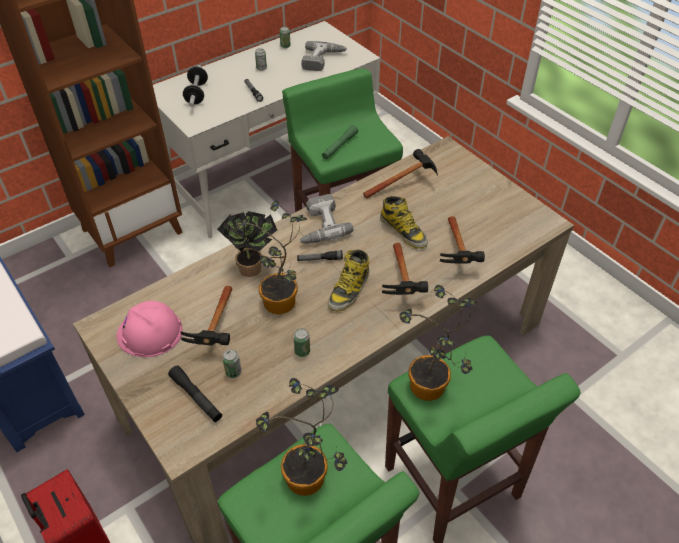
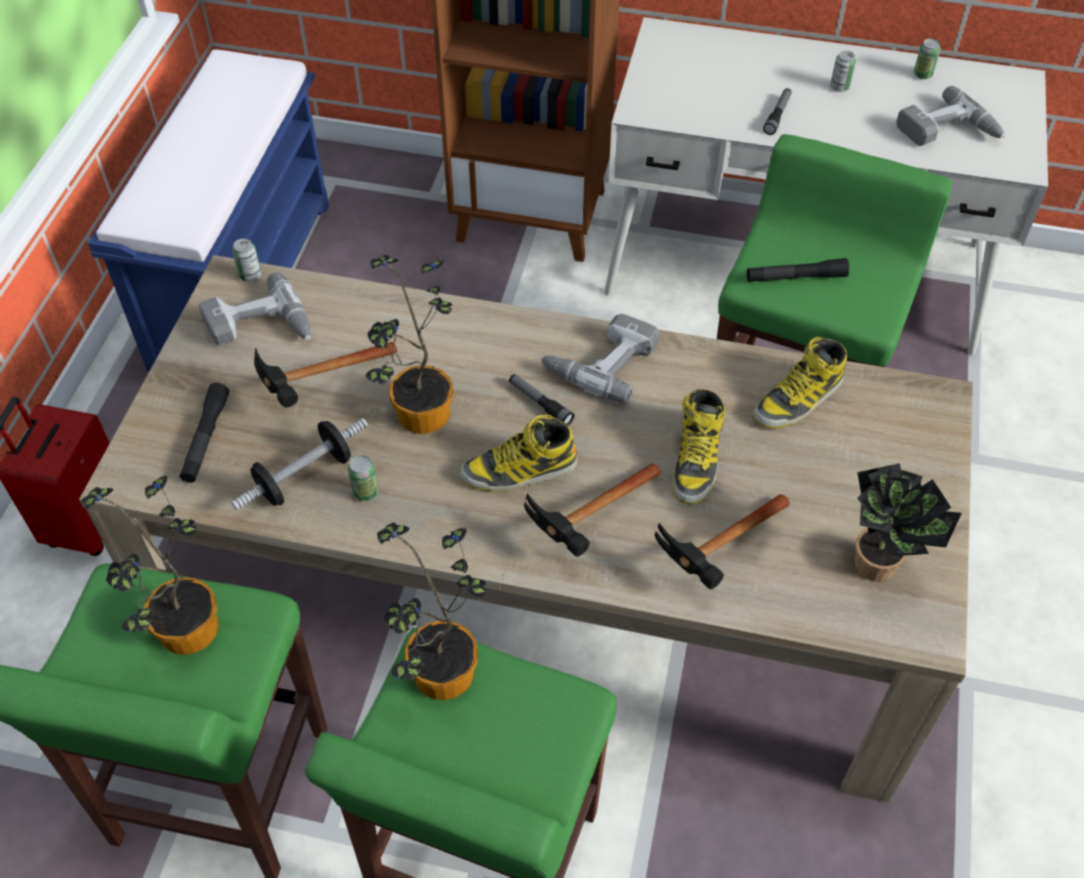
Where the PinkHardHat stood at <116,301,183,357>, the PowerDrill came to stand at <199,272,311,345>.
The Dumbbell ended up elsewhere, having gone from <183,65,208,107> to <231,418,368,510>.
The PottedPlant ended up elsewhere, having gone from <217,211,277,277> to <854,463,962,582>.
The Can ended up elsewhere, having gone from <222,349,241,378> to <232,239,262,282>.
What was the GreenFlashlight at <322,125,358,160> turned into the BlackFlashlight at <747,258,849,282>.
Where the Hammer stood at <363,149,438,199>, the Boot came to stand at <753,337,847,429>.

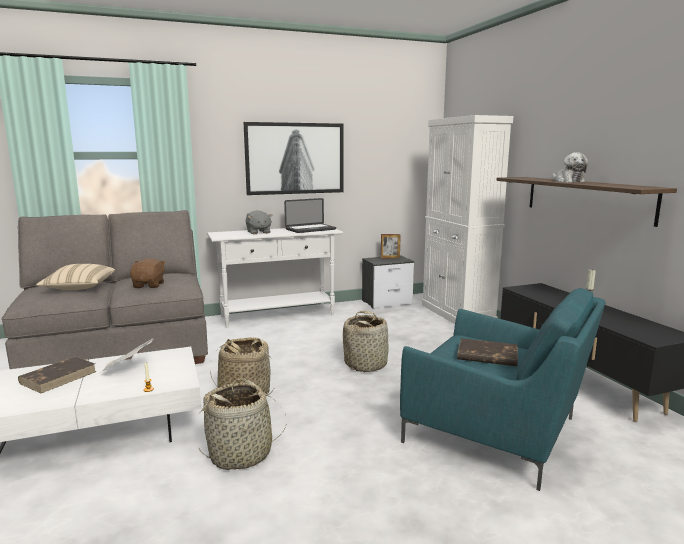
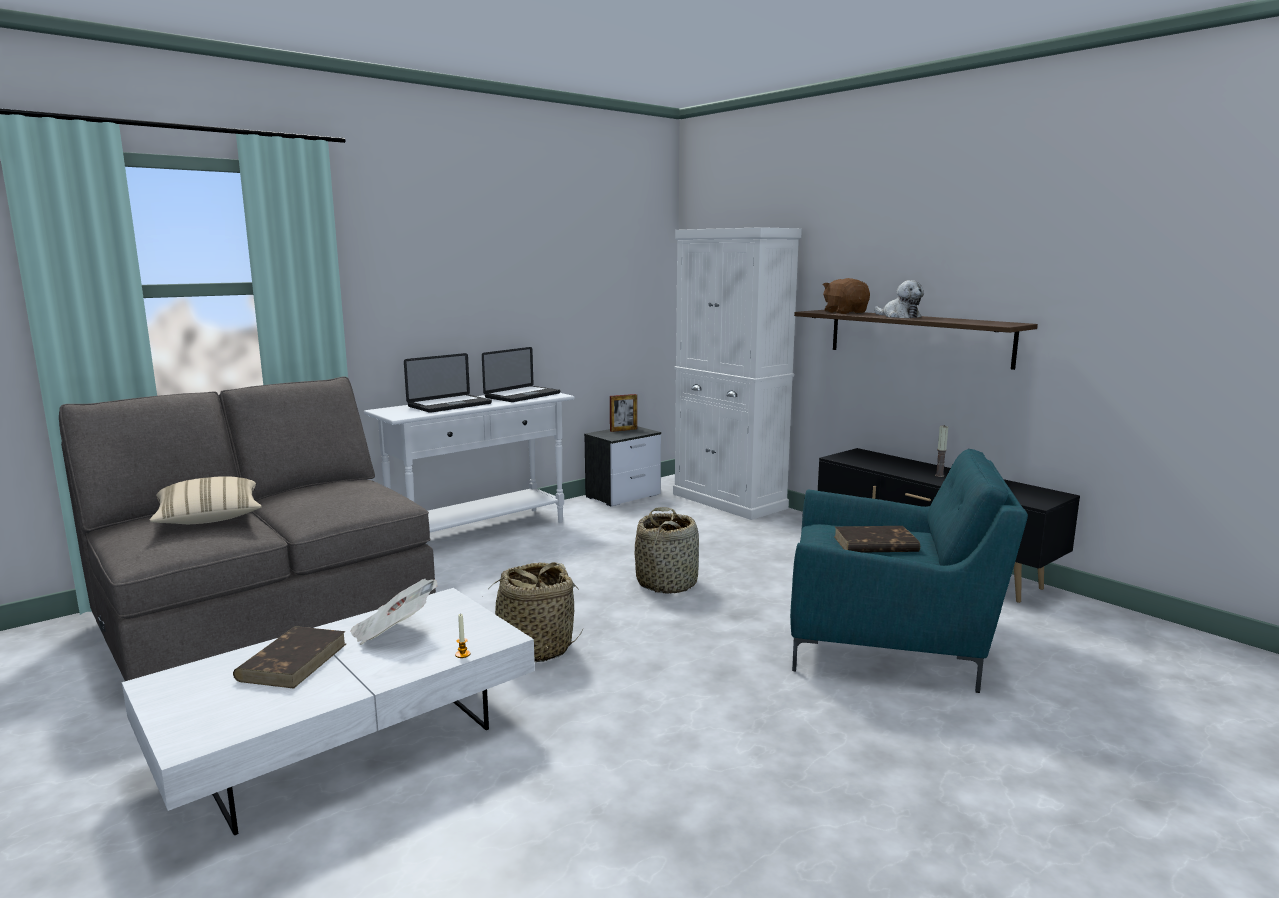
The BrownPlushToy ended up elsewhere, having gone from <130,258,166,288> to <823,278,870,314>.
The second view lost the Basket at <198,378,287,470>.
The second view lost the Picture at <243,122,344,195>.
Where the GreyPlushToy stood at <246,210,273,234>, the Laptop came to stand at <404,353,492,413>.

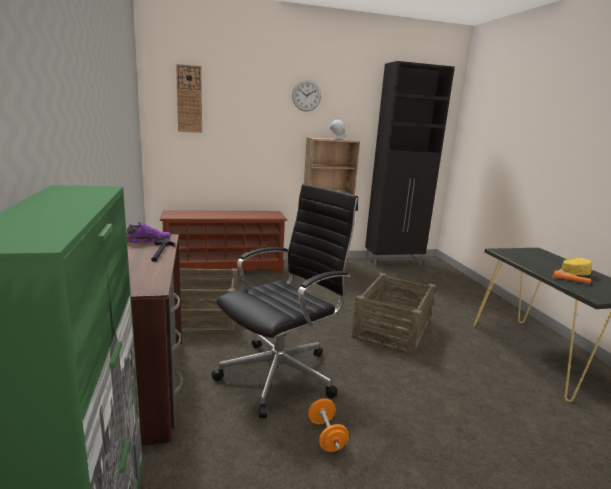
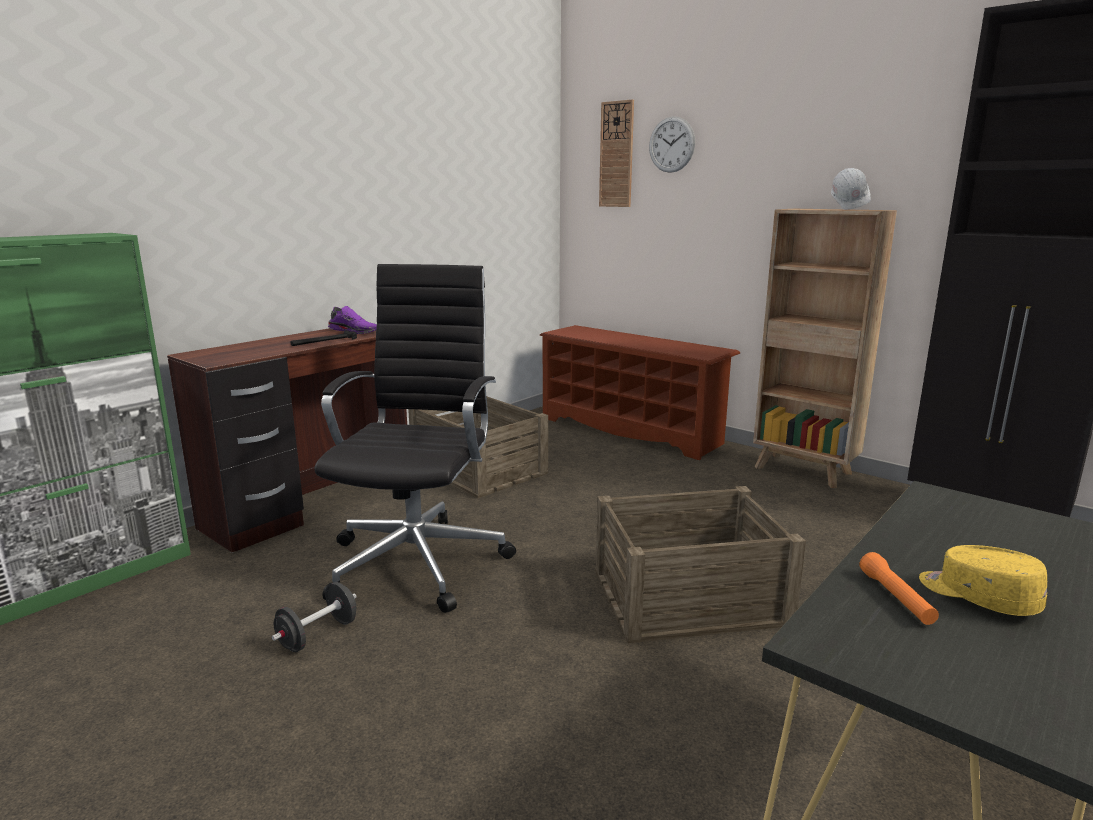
The BlackOfficeChair at <211,184,358,418> ended up facing another way, 90 degrees counterclockwise from before.
The WallClock ended up elsewhere, having gone from <292,80,321,111> to <649,116,695,173>.
What was the OrangeDumbbell at <308,399,349,452> turned into the BlackDumbbell at <272,582,357,652>.

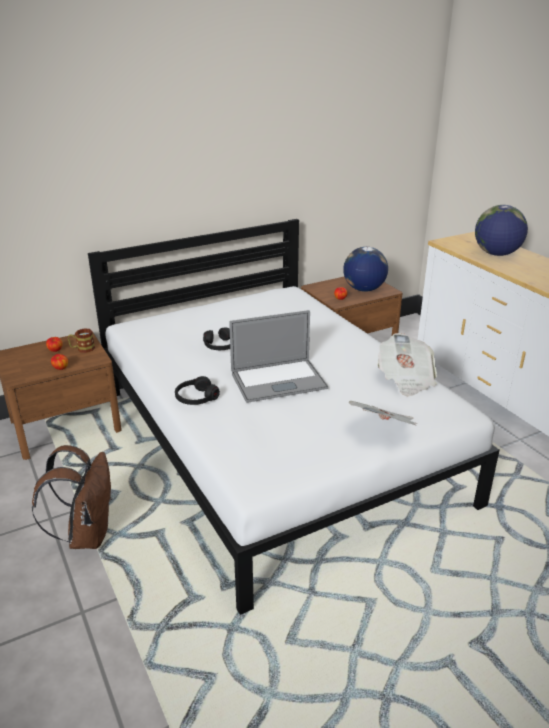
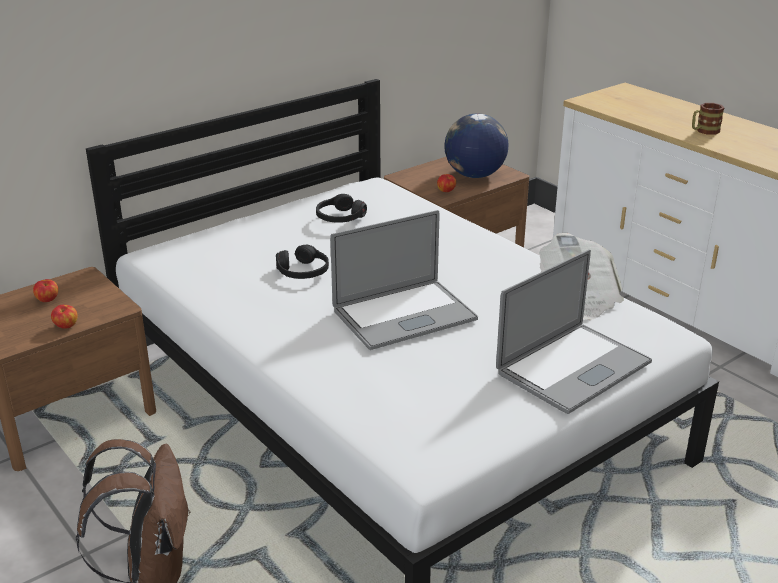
The Mug ended up elsewhere, having gone from <68,328,95,353> to <692,103,724,135>.
The BlackHeadphones ended up elsewhere, having gone from <175,376,220,405> to <316,194,367,223>.
Where the Newspaper stood at <349,401,417,425>, the Laptop came to stand at <496,249,652,414>.
The second view lost the Globe at <475,205,528,256>.

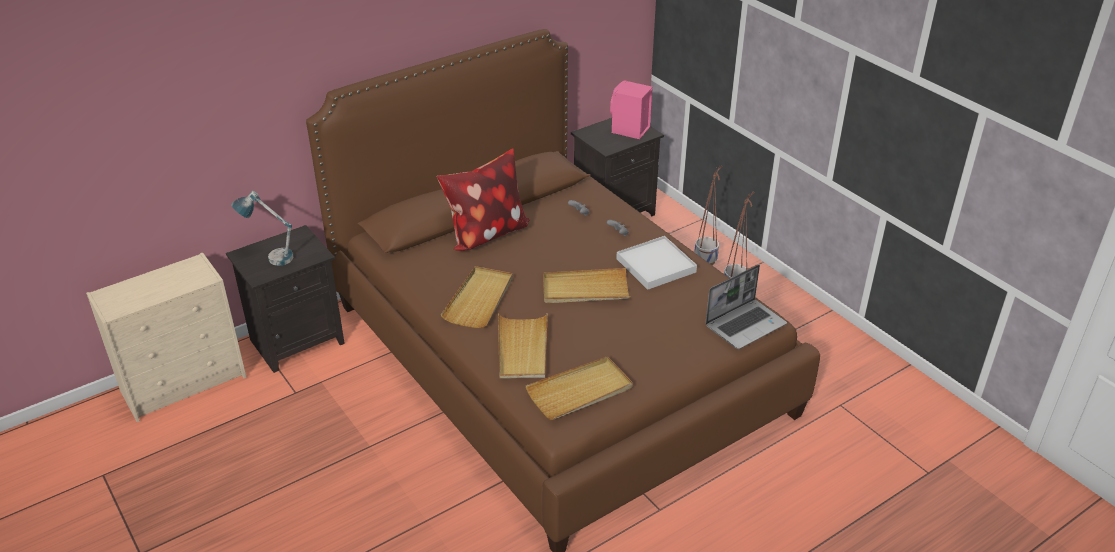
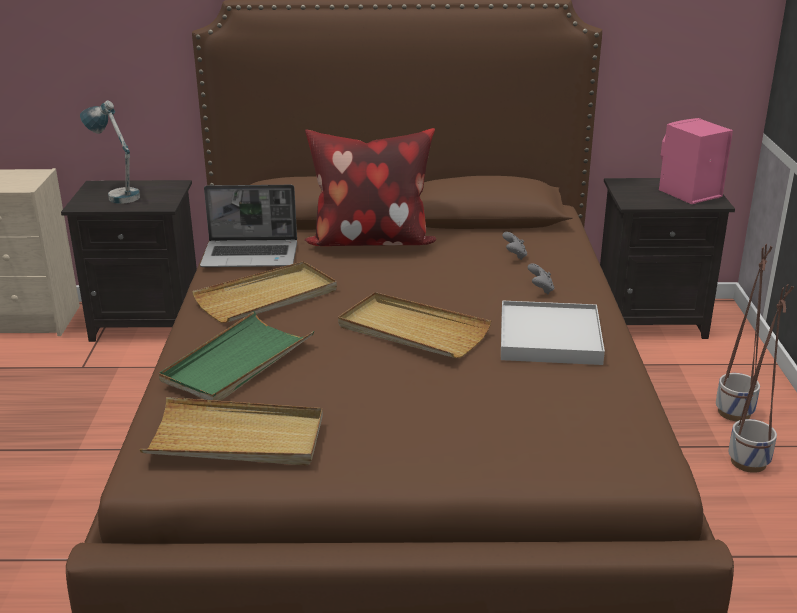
What was the BeigeTray at <498,313,548,379> turned into the GreenTray at <159,311,314,401>.
The Laptop ended up elsewhere, having gone from <705,265,787,349> to <200,185,297,267>.

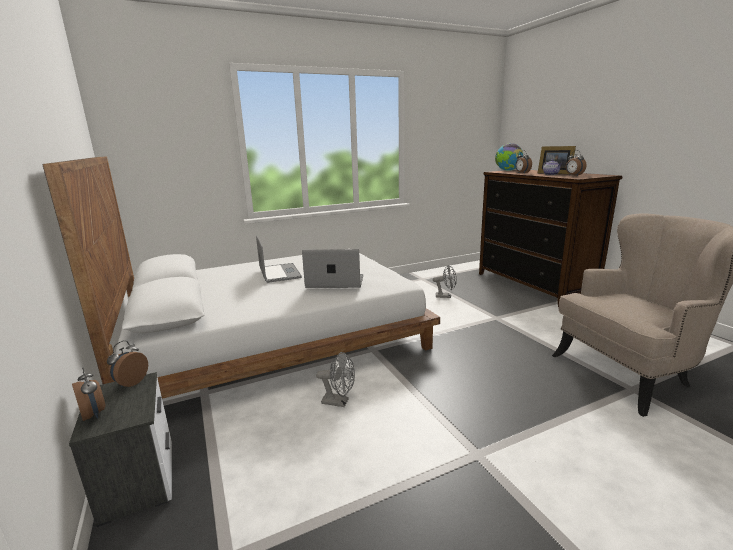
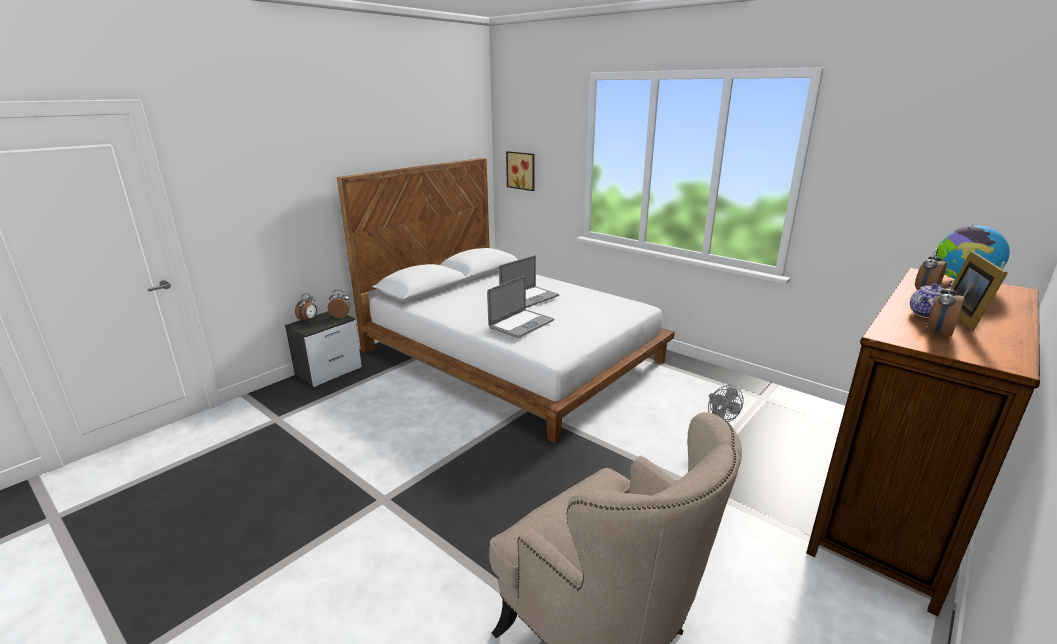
The Laptop at <302,249,363,288> ended up facing another way, 60 degrees clockwise from before.
The second view lost the GreyFan at <316,352,355,407>.
The second view gained the Picture at <506,151,535,191>.

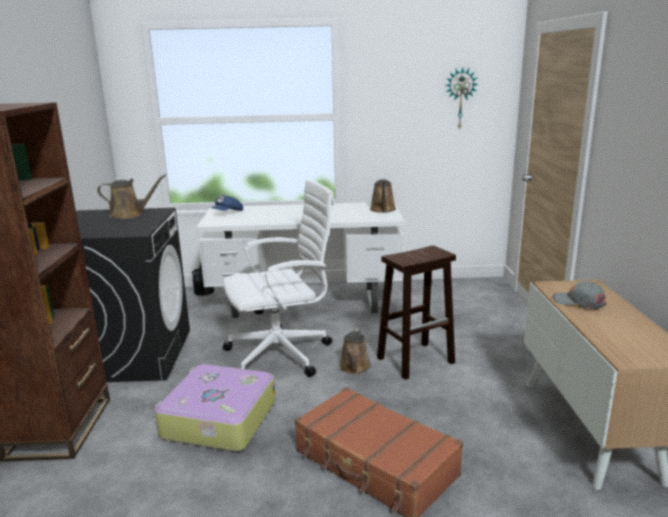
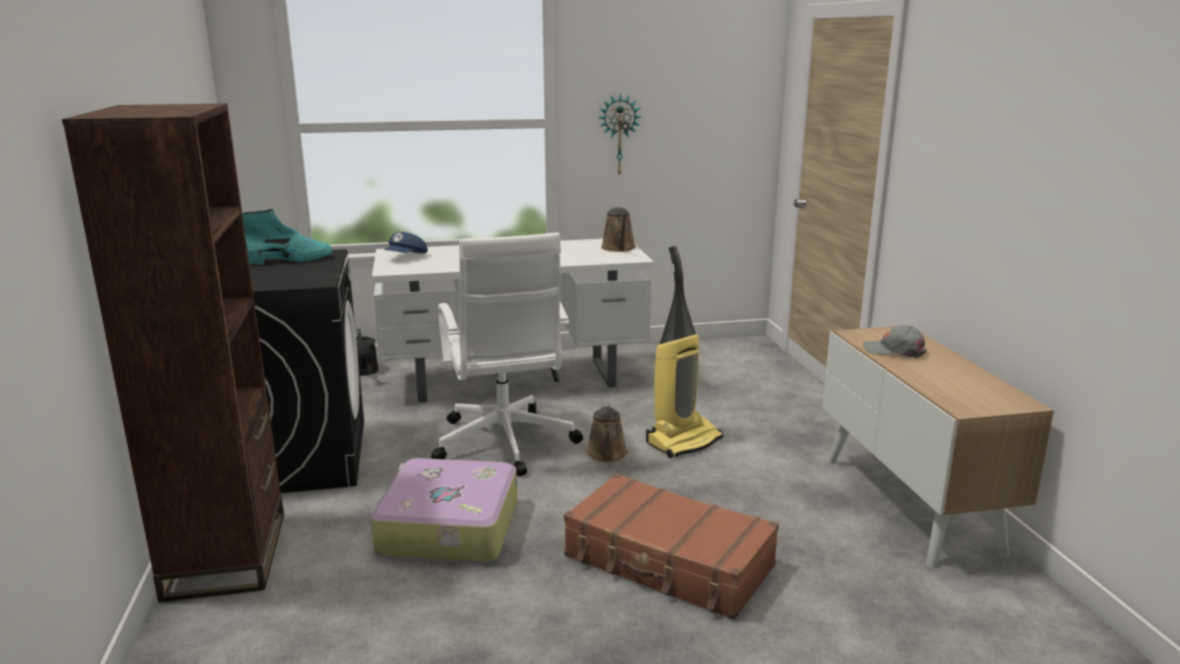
Where the BrownWateringCan stood at <97,175,166,219>, the TurquoiseBoot came to stand at <242,208,332,265>.
The WhiteOfficeChair at <223,179,335,377> ended up facing another way, 105 degrees clockwise from before.
Where the BrownStool stood at <377,245,456,380>, the VacuumCleaner came to stand at <646,246,723,458>.
The WallClock ended up elsewhere, having gone from <445,67,479,130> to <598,93,642,177>.

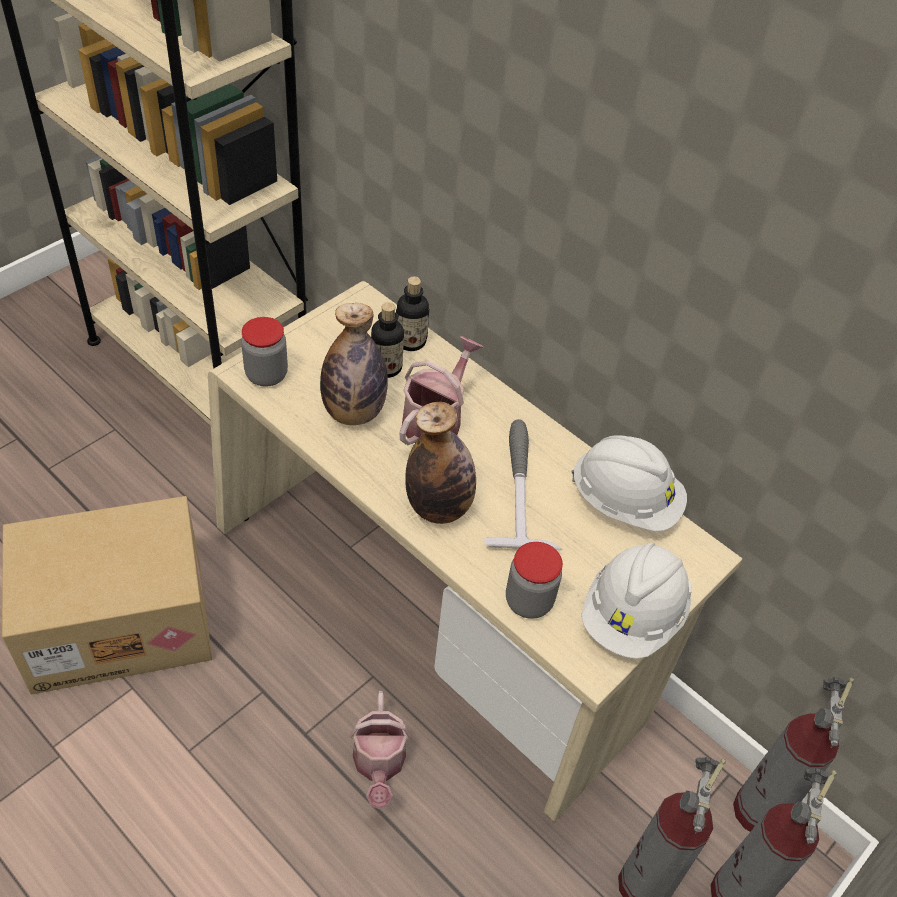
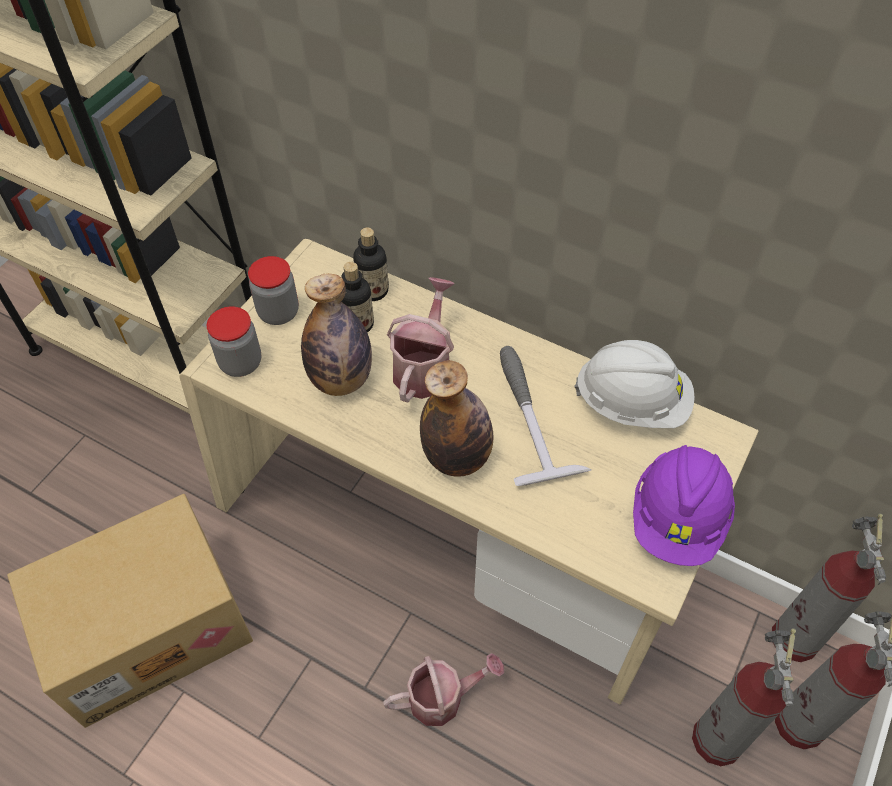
The WateringCan at <350,691,411,809> ended up facing another way, 90 degrees counterclockwise from before.
The Jar ended up elsewhere, having gone from <506,542,563,619> to <248,256,299,325>.
What was the WhiteHardHat at <581,543,692,659> turned into the PurpleHardHat at <633,445,735,566>.

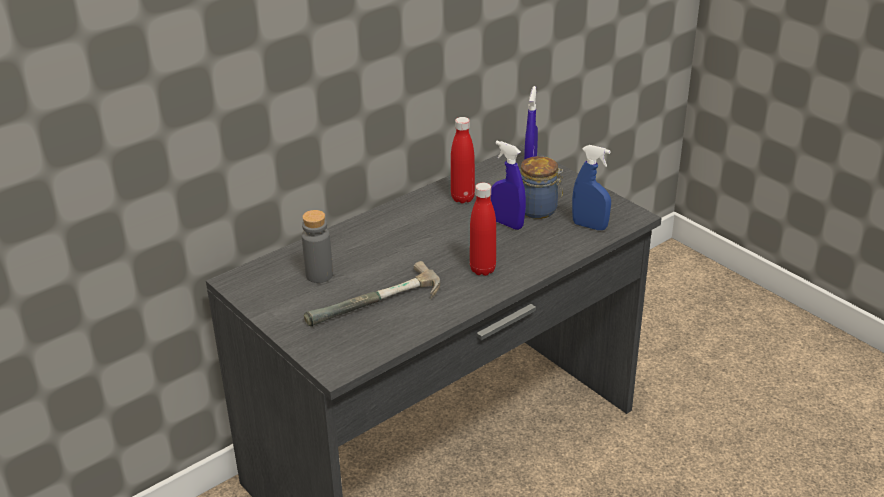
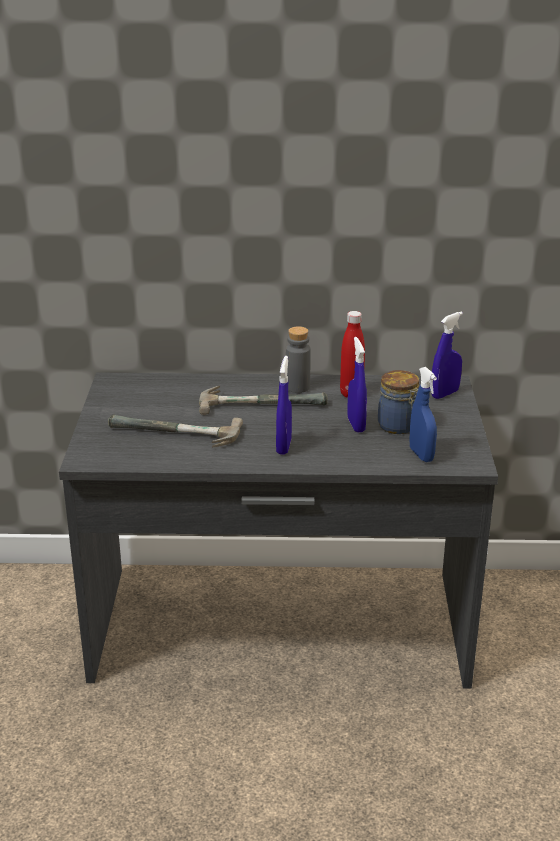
The GreyBottle ended up elsewhere, having gone from <302,210,333,283> to <286,326,311,393>.
Where the RedBottle stood at <470,183,496,276>, the BlueSprayBottle came to stand at <276,356,292,455>.
The second view gained the Hammer at <199,386,328,415>.

